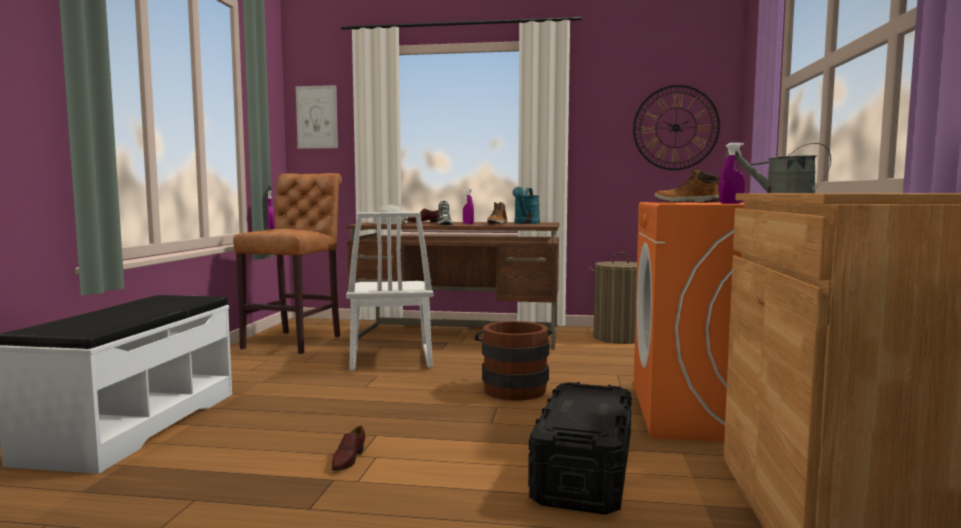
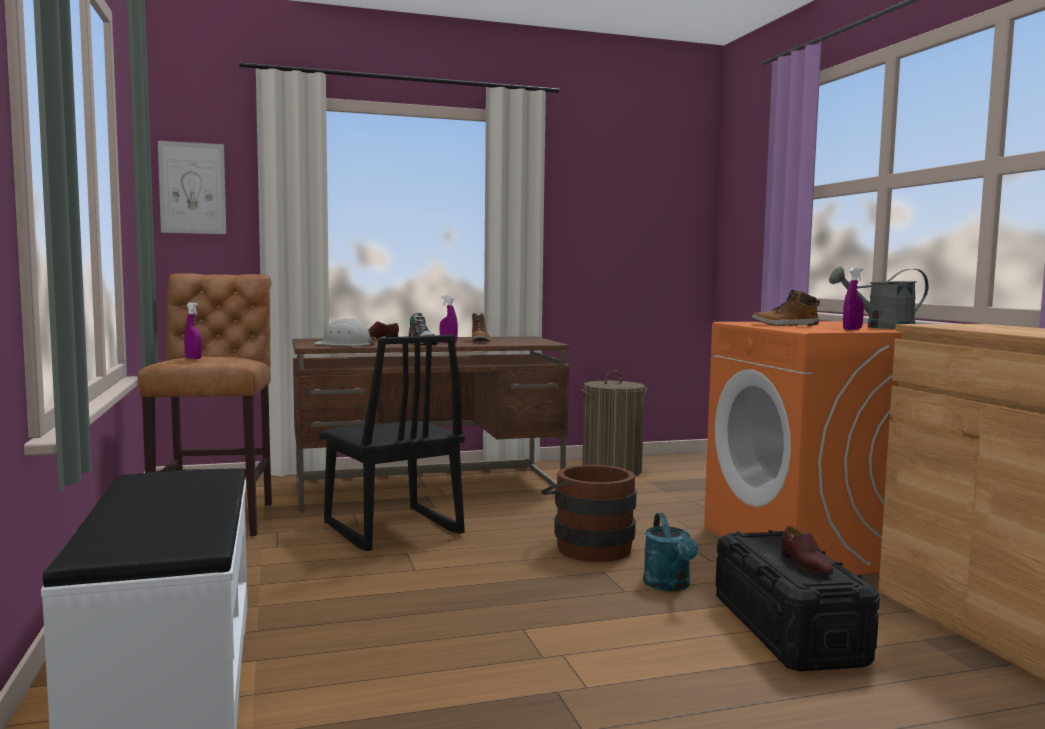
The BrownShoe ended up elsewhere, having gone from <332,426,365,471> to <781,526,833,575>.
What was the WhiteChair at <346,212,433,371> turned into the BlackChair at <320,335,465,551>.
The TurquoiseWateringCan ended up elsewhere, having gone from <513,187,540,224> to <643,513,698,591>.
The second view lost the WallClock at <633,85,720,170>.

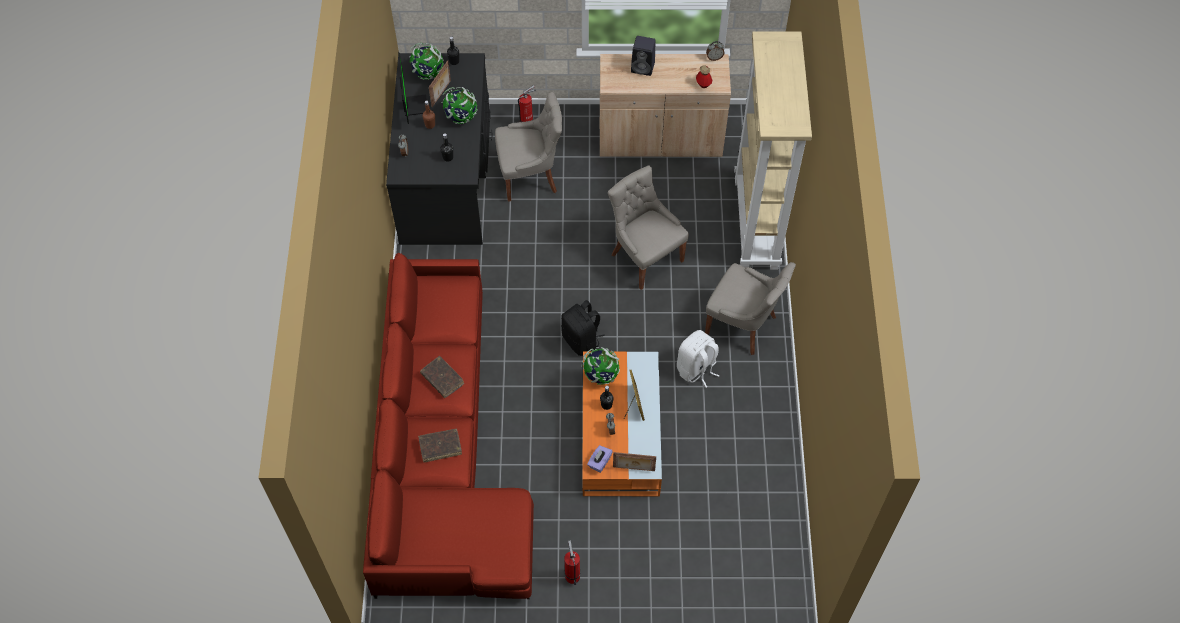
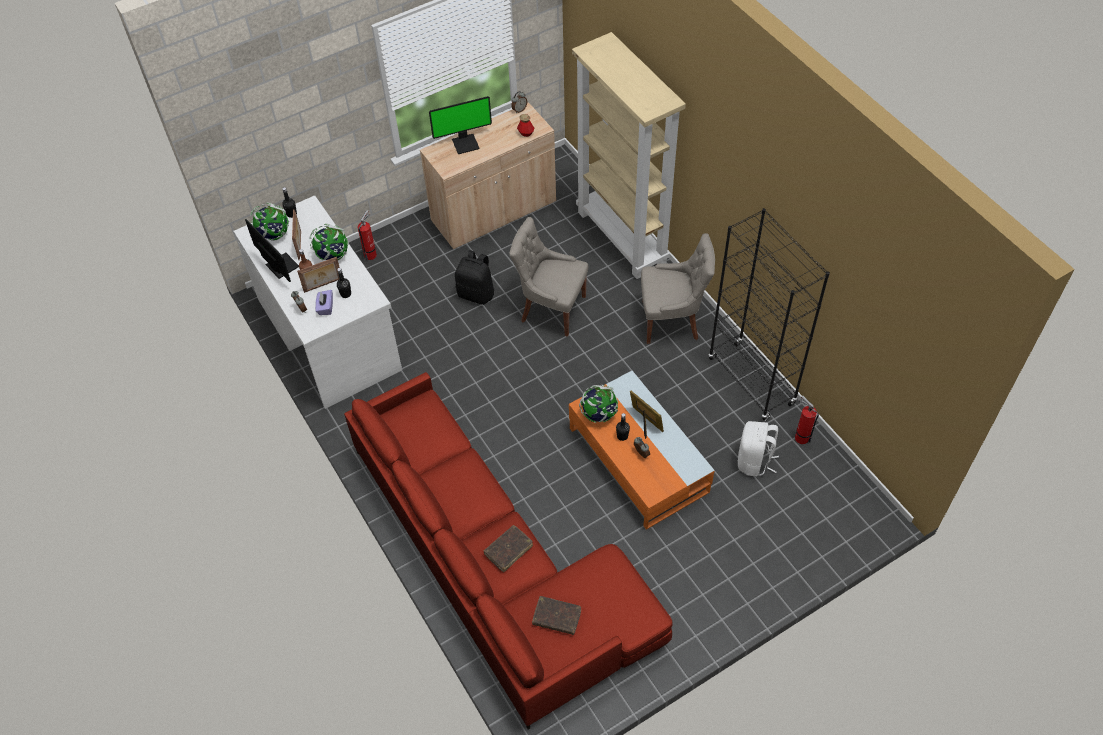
What was the BlackDesk at <386,53,493,245> turned into the WhiteDesk at <233,195,402,409>.
The BrownBook ended up elsewhere, having gone from <420,356,464,398> to <532,596,581,635>.
The second view lost the GreyChair at <495,91,562,202>.
The BlackBackpack ended up elsewhere, having gone from <561,300,605,356> to <455,250,494,305>.
The FireExtinguisher ended up elsewhere, having gone from <564,540,581,585> to <795,396,819,444>.
The PurpleTissueBox ended up elsewhere, having gone from <587,445,613,473> to <315,290,333,315>.
The PictureFrame ended up elsewhere, having gone from <613,452,656,471> to <297,257,340,293>.
Where the BlackSpeaker stood at <631,36,656,76>, the Monitor came to stand at <429,96,492,154>.
The WhiteBackpack ended up elsewhere, having gone from <677,330,720,388> to <738,421,779,476>.
The second view gained the BlackBookcase at <708,208,830,421>.

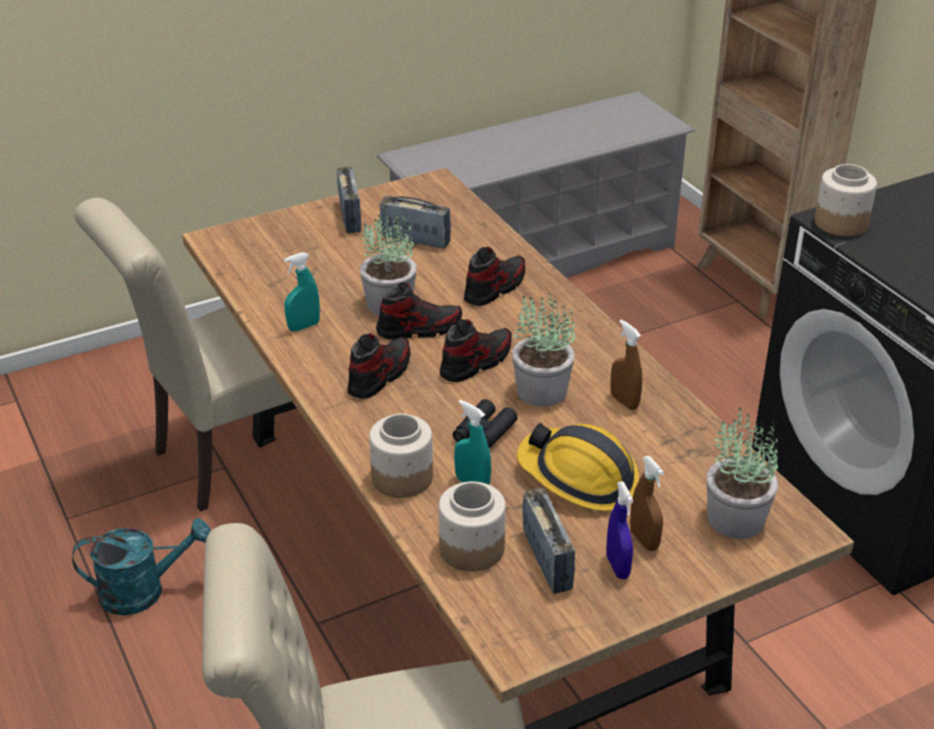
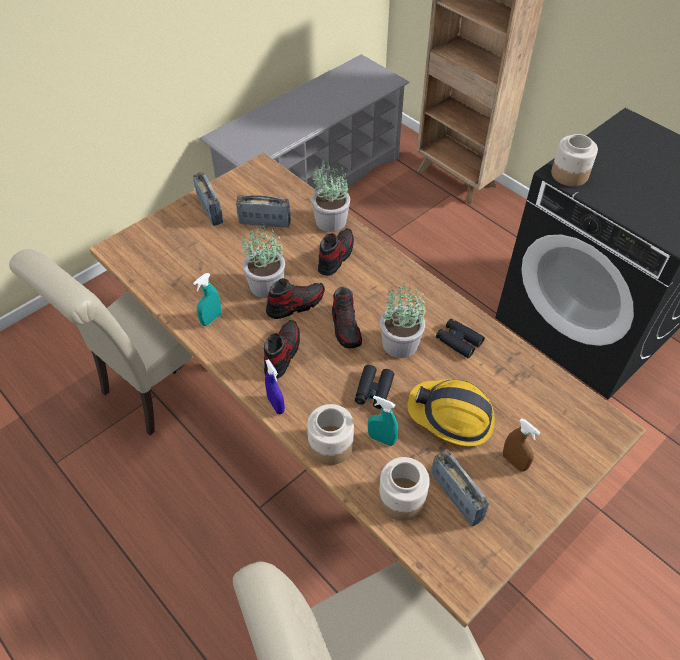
The second view lost the TurquoiseWateringCan at <72,518,211,615>.
The Shoe at <440,319,512,382> ended up facing another way, 135 degrees clockwise from before.
The BlueSprayBottle ended up elsewhere, having gone from <606,481,633,579> to <265,359,285,414>.
Where the BrownSprayBottle stood at <610,319,642,410>, the BlackBinoculars came to stand at <436,318,485,358>.
The PottedPlant ended up elsewhere, having gone from <707,407,778,539> to <311,159,350,232>.

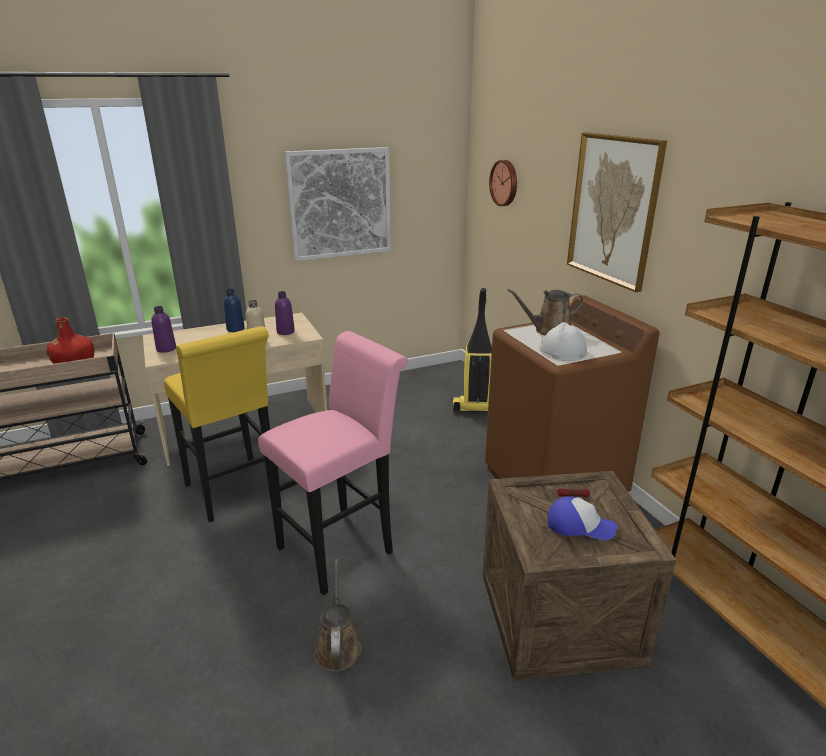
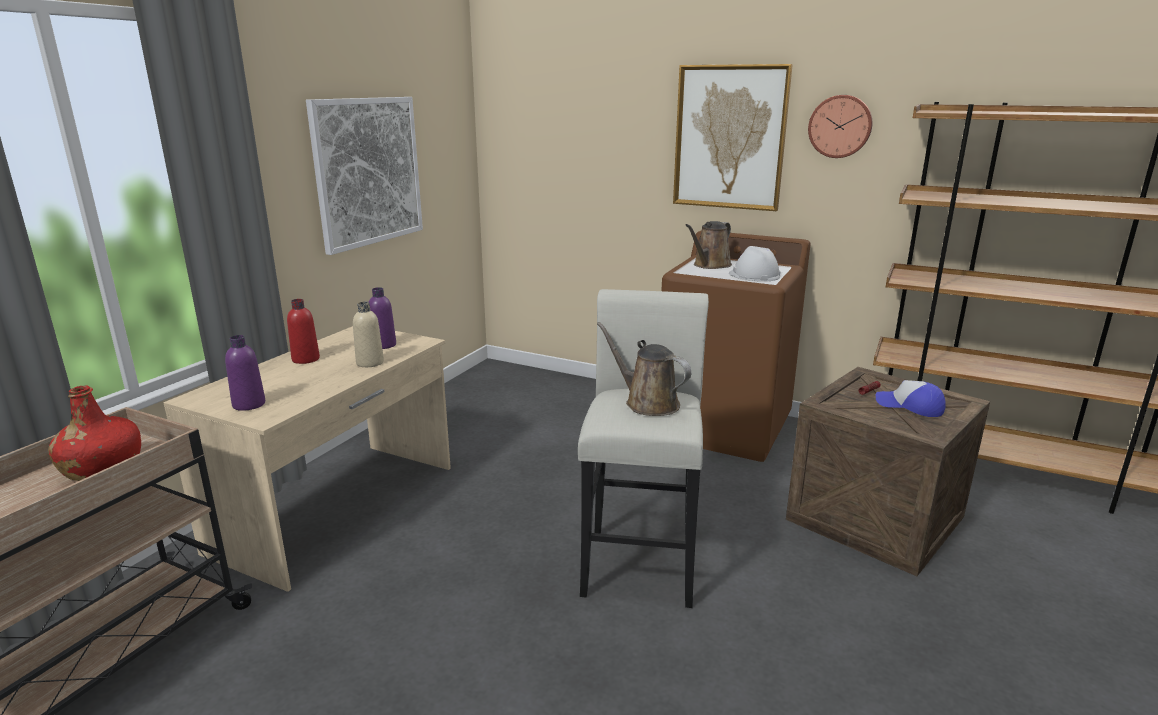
The second view lost the YellowStool at <164,326,270,523>.
What was the BlueBottle at <224,289,245,332> turned into the RedBottle at <287,299,320,364>.
What was the PinkStool at <258,331,408,595> turned into the WhiteStool at <578,289,709,608>.
The BrownWateringCan ended up elsewhere, having gone from <315,559,361,672> to <597,322,691,416>.
The second view lost the VacuumCleaner at <452,288,492,413>.
The WallClock ended up elsewhere, having gone from <489,160,517,206> to <808,95,872,158>.
The Cap at <547,497,617,540> ended up facing another way, 120 degrees counterclockwise from before.

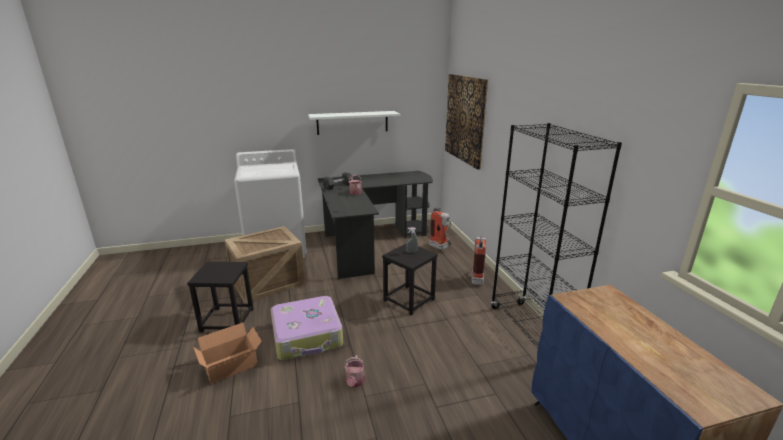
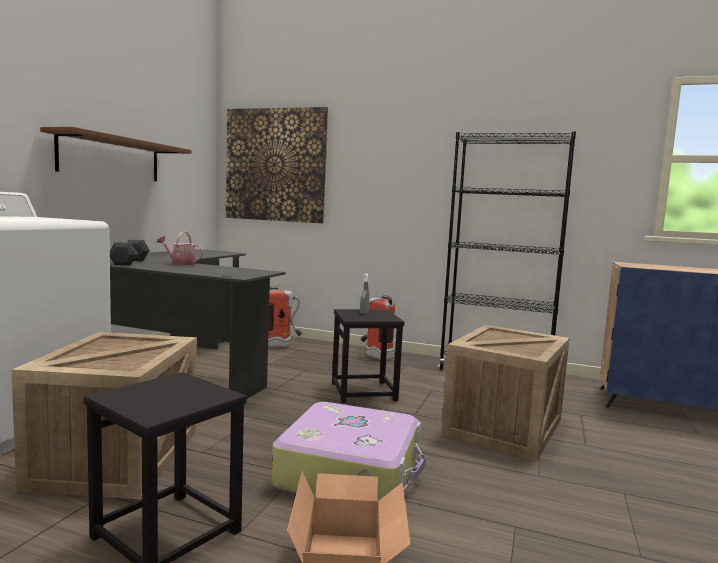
What was the WhiteShelf at <308,111,400,135> turned into the BrownShelf at <40,127,192,181>.
The second view lost the WateringCan at <344,355,366,387>.
The second view gained the Crate at <441,325,570,461>.

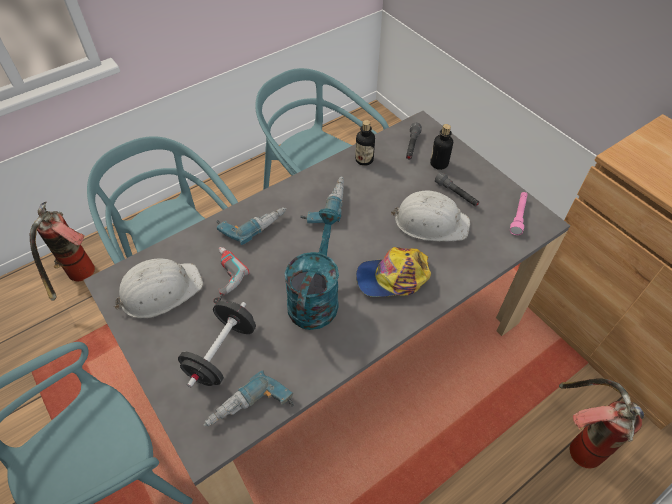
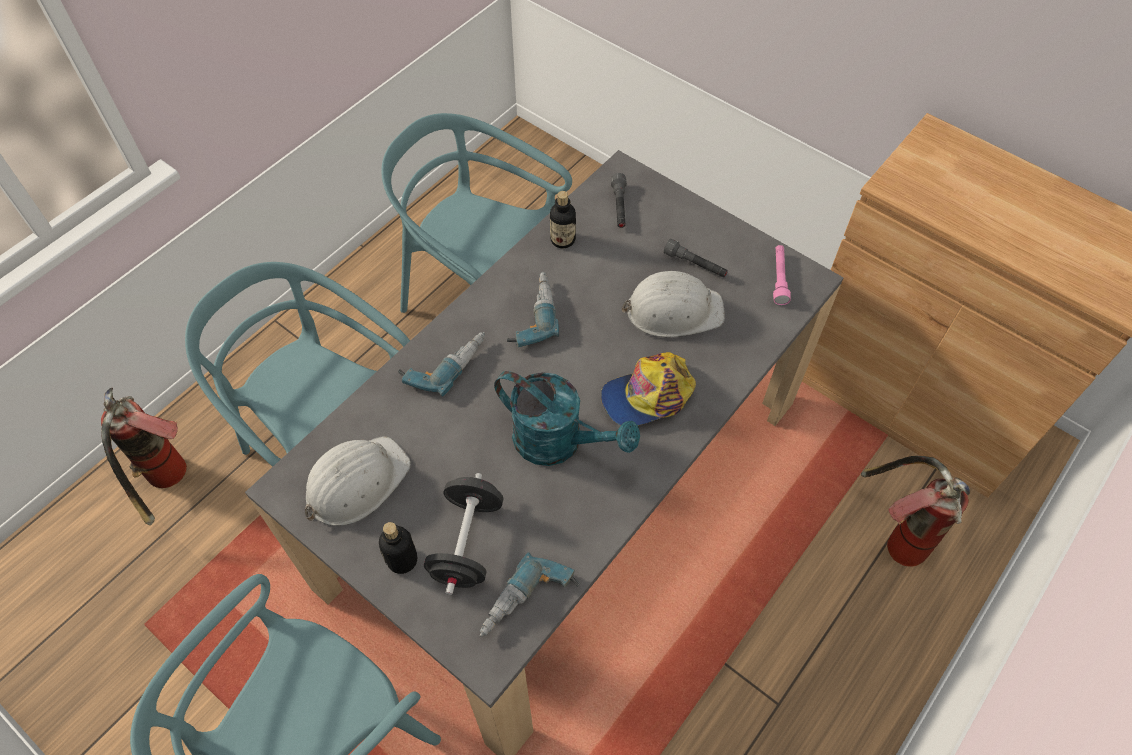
The second view lost the PowerDrill at <213,247,250,304>.
The TurquoiseWateringCan at <285,209,341,330> ended up facing another way, 120 degrees clockwise from before.
The Bottle ended up elsewhere, having gone from <430,124,453,170> to <379,522,417,574>.

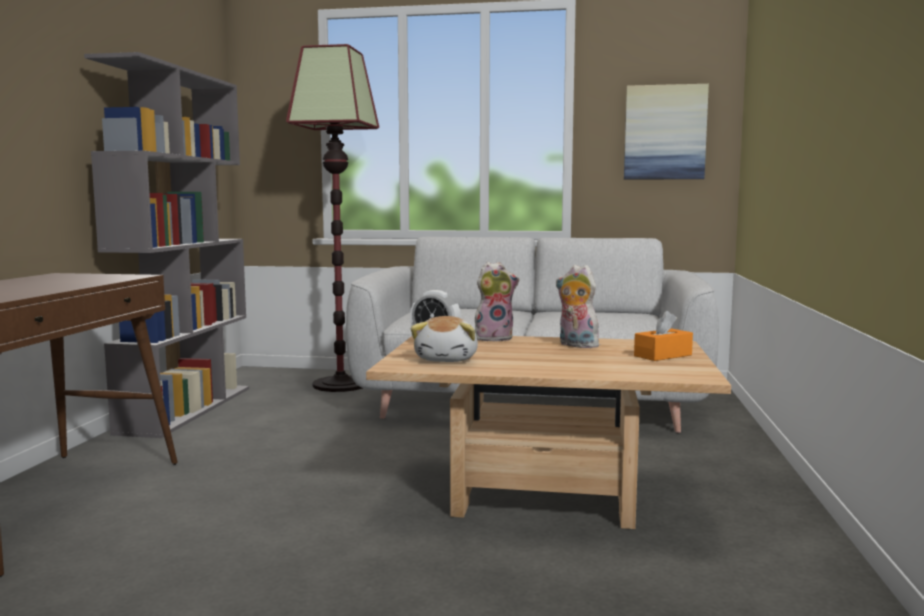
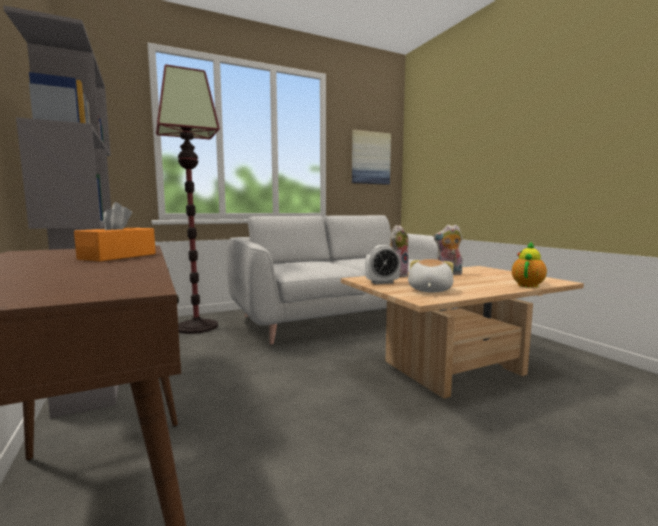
The PlushToy at <411,316,478,362> ended up facing another way, 135 degrees counterclockwise from before.
The OrangeTissueBox ended up elsewhere, having gone from <634,311,693,361> to <74,202,156,261>.
The second view gained the Teapot at <512,241,547,288>.

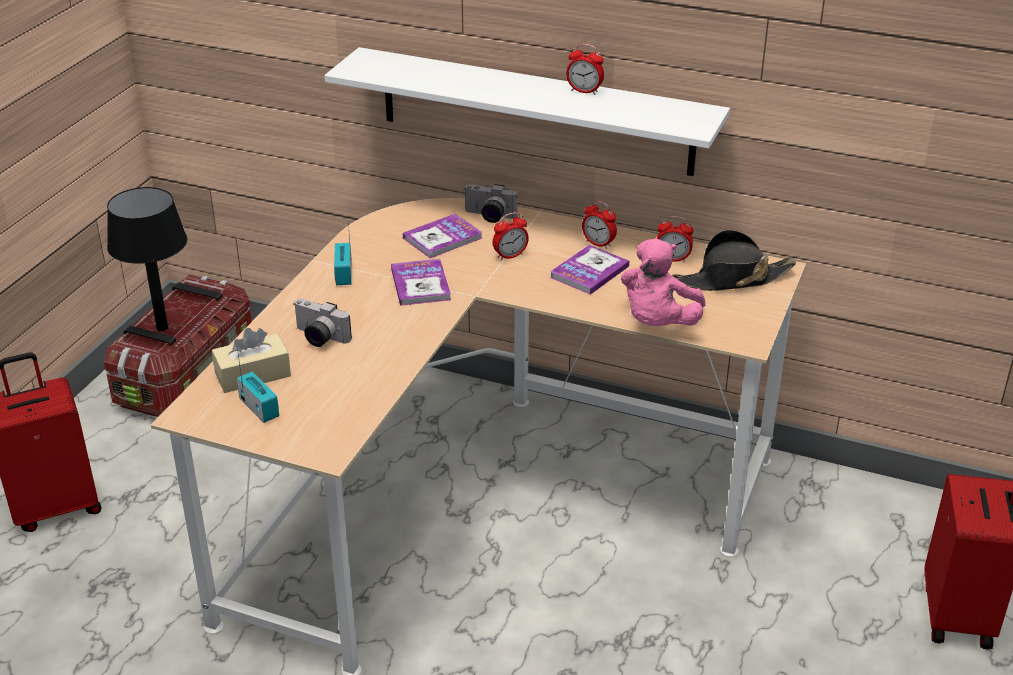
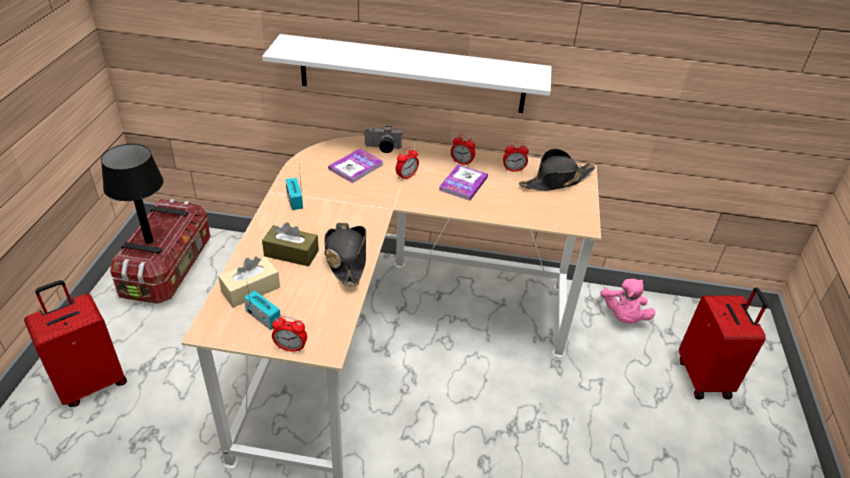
Where the PhotoCamera stood at <293,299,352,347>, the BrownTissueBox came to stand at <262,222,319,266>.
The second view lost the Book at <391,259,451,306>.
The AlarmClock ended up elsewhere, having gone from <566,44,604,95> to <272,316,307,352>.
The PinkPlushToy ended up elsewhere, having gone from <621,238,705,326> to <600,279,655,324>.
The second view gained the BlackHat at <324,222,366,287>.

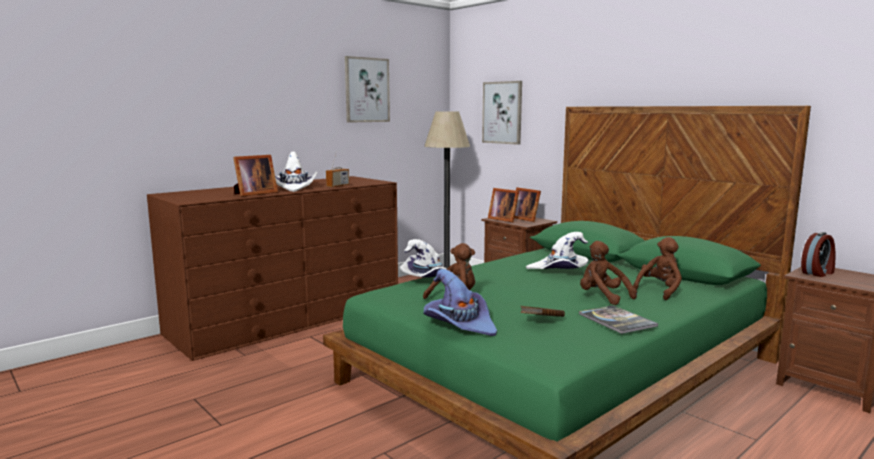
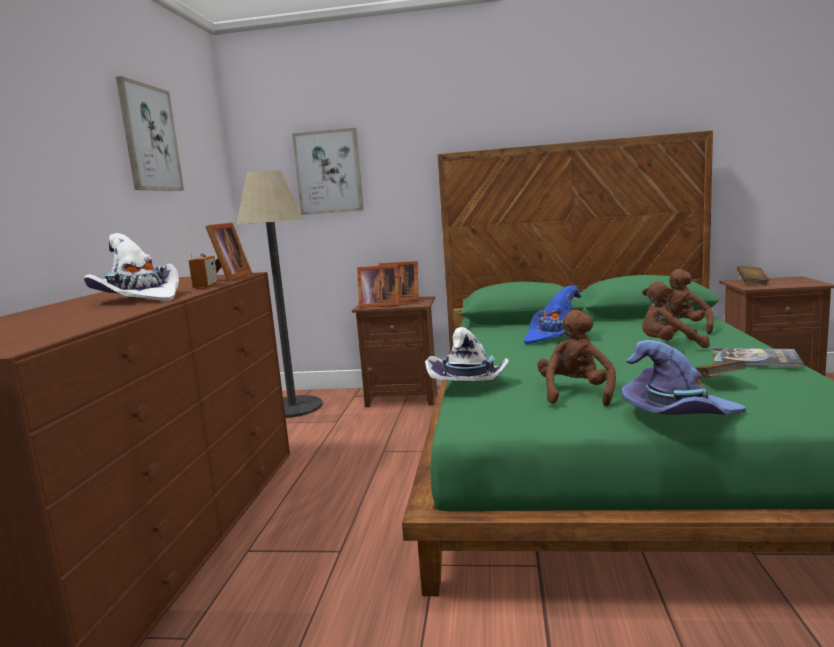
The PictureFrame ended up elsewhere, having gone from <233,155,278,196> to <205,223,252,281>.
What was the WhiteHat at <526,232,589,269> turned into the BlueHat at <524,285,582,344>.
Where the AlarmClock stood at <801,232,835,277>, the BrownBook came to stand at <737,266,769,285>.

